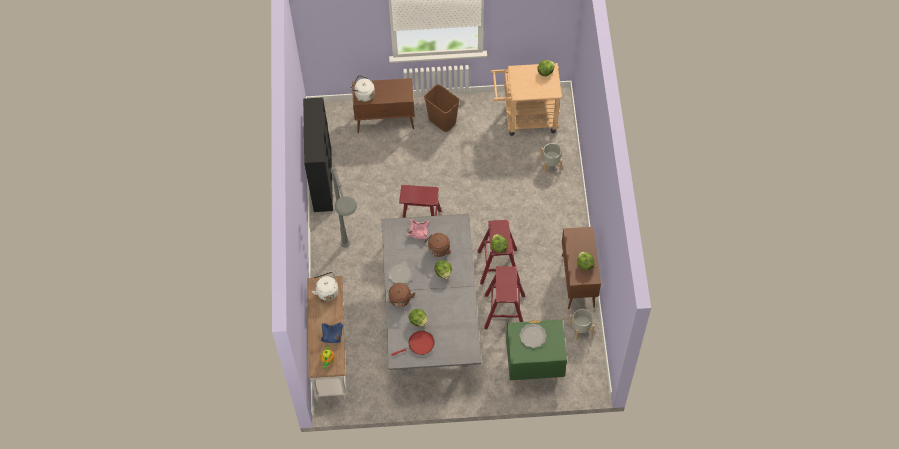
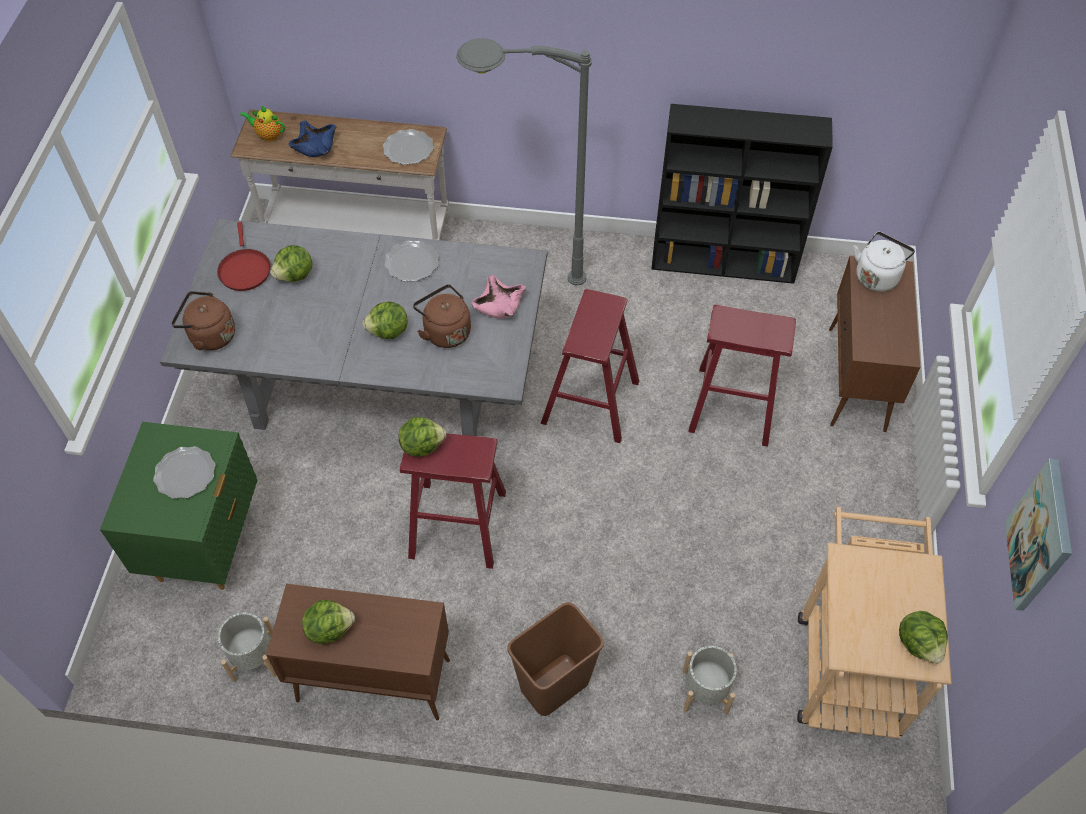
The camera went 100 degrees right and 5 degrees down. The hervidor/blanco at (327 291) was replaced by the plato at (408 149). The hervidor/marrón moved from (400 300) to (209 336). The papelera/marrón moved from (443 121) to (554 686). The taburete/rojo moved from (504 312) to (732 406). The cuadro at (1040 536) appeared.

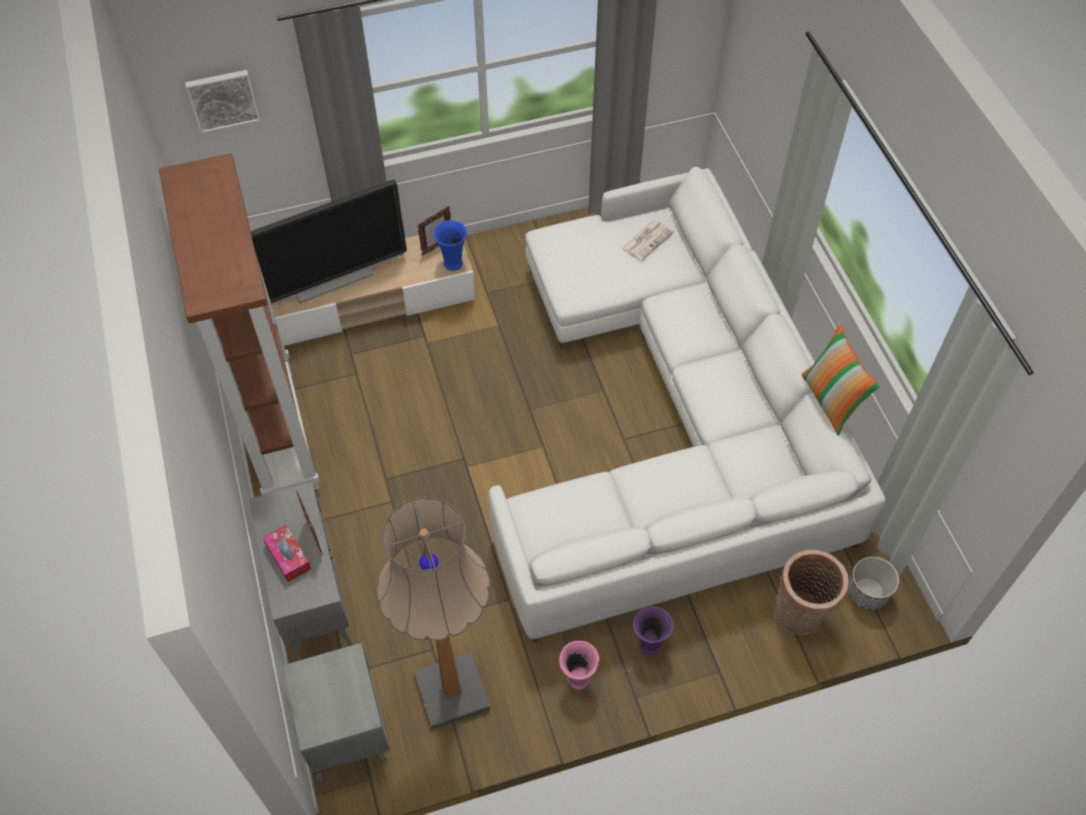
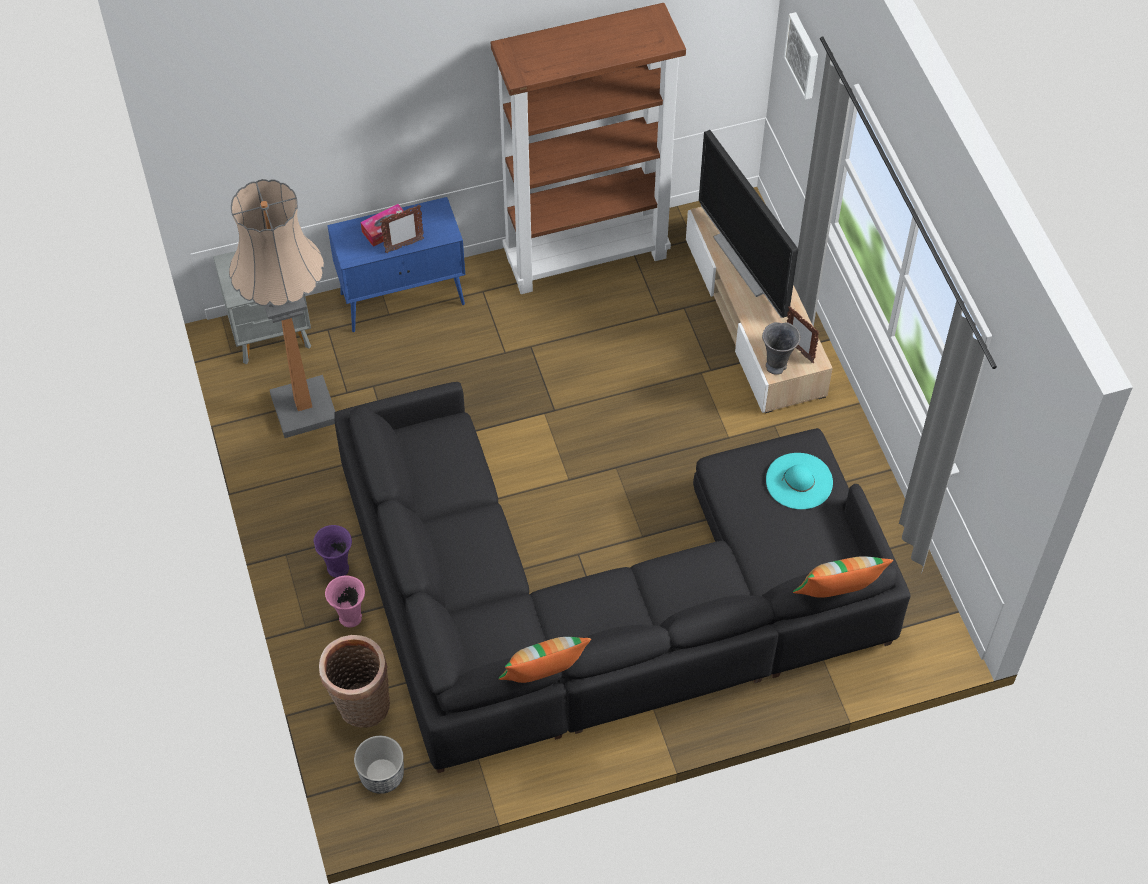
The camera went 90 degrees right and 0 degrees up. The armario/gris at (312 598) became the armario/azul at (403 299). The florero/azul at (453 263) became the florero/gris at (777 366). The sofá/blanco at (674 423) became the sofá/negro at (599 603). The florero/rosa moved from (578 680) to (349 618). The periódico at (647 240) disappeared. The sombrero/turquesa at (799 481) appeared. The cojín at (837 595) appeared.

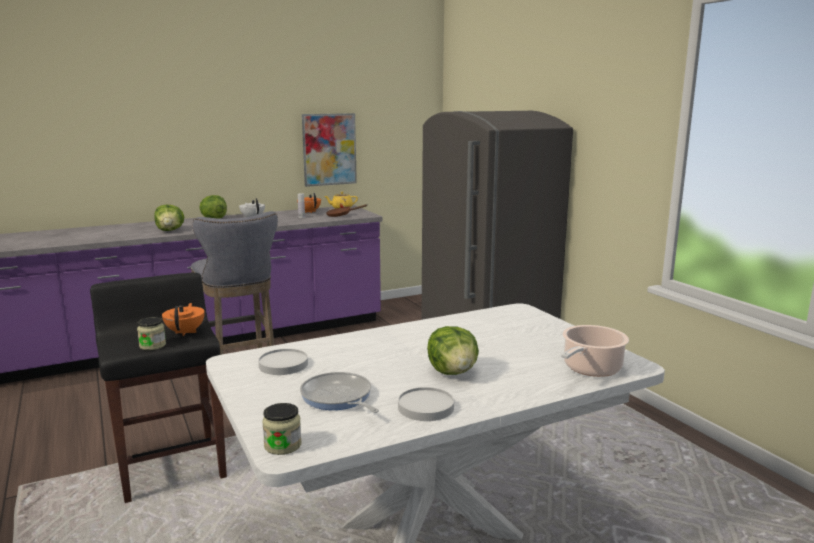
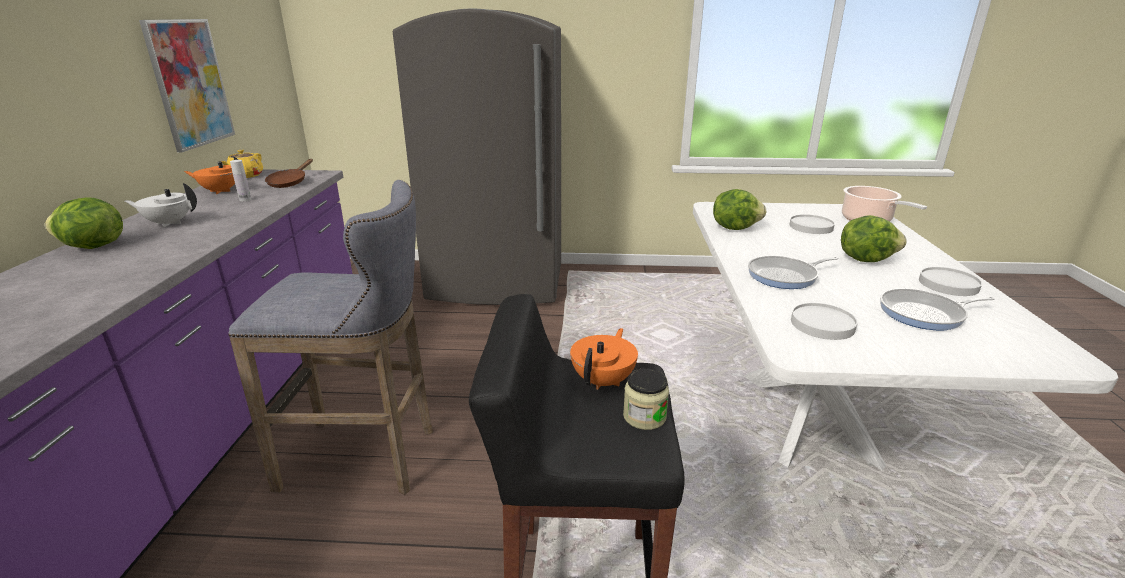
The camera went 60 degrees left and 10 degrees up. The lechuga moved from (170 230) to (734 227). The tetera/naranja at (186 332) turned 90 degrees clockwise. The tarro at (282 445) disappeared. The sartén at (785 276) appeared. The plato/blanco at (811 227) appeared.

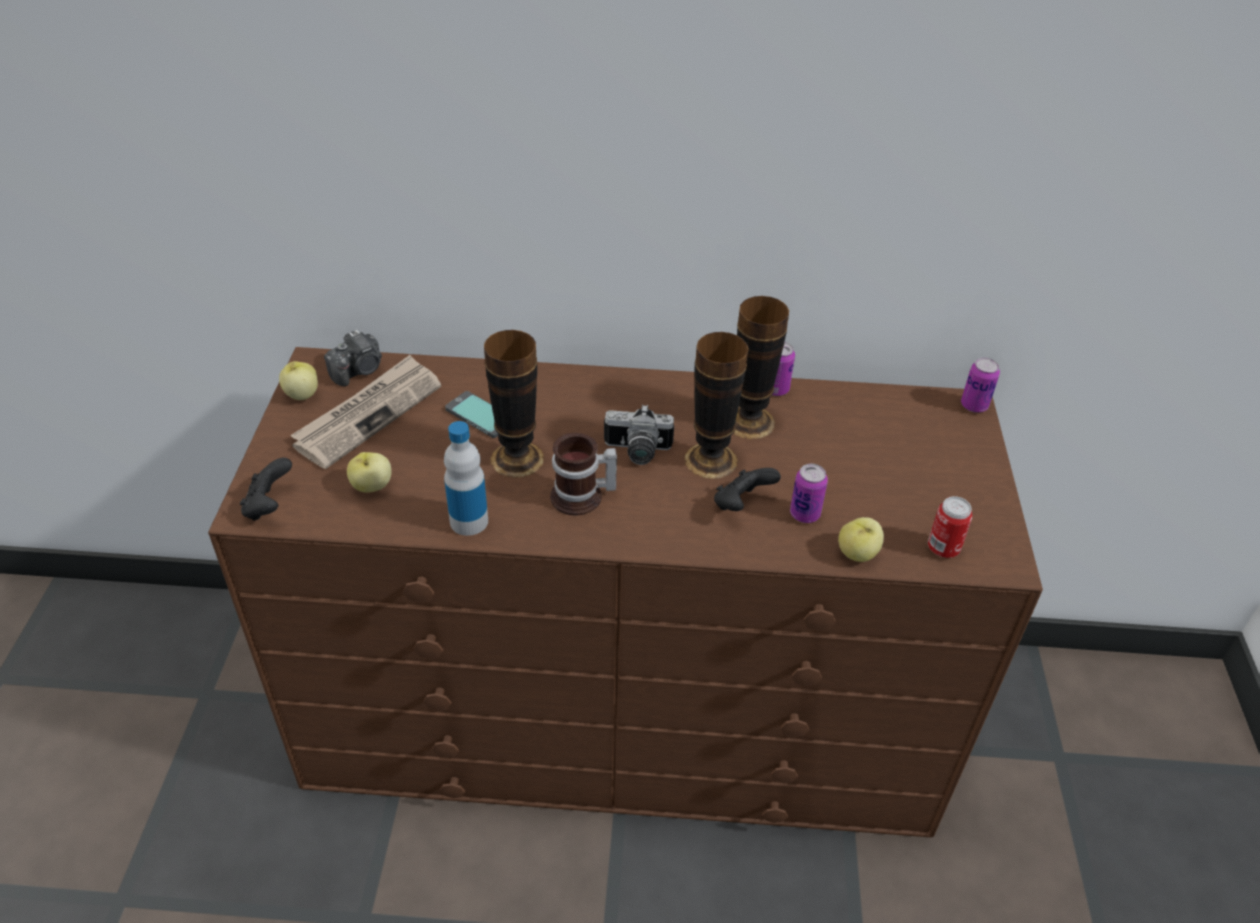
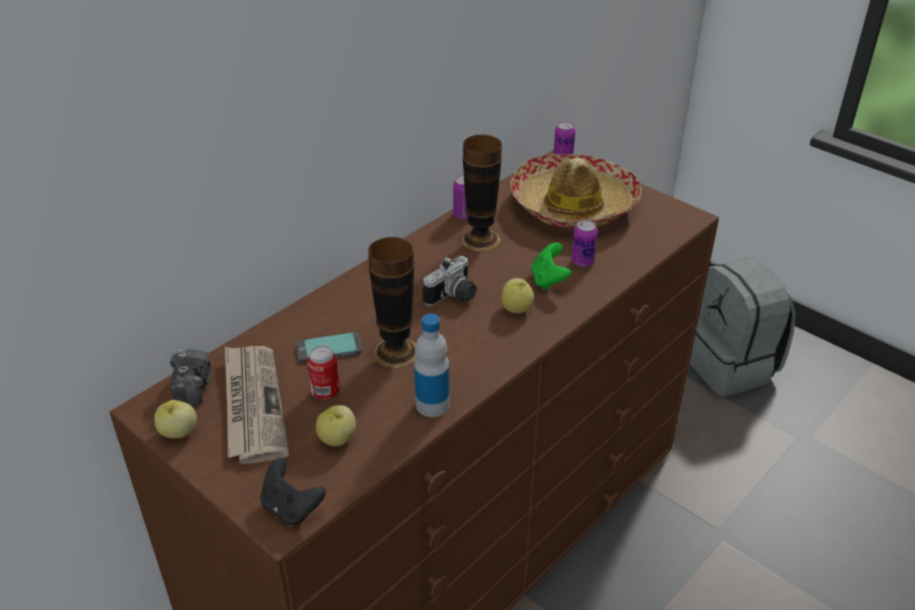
The camera went 50 degrees left and 5 degrees down. The taza grande at (582 498) disappeared. The florero at (711 460) disappeared. The mando de consola/negro at (741 504) became the mando de consola/verde at (548 280). The manzana moved from (858 554) to (517 308). The lata moved from (943 548) to (325 392). The sombrero at (574 204) appeared. The mochila/gris at (730 366) appeared.

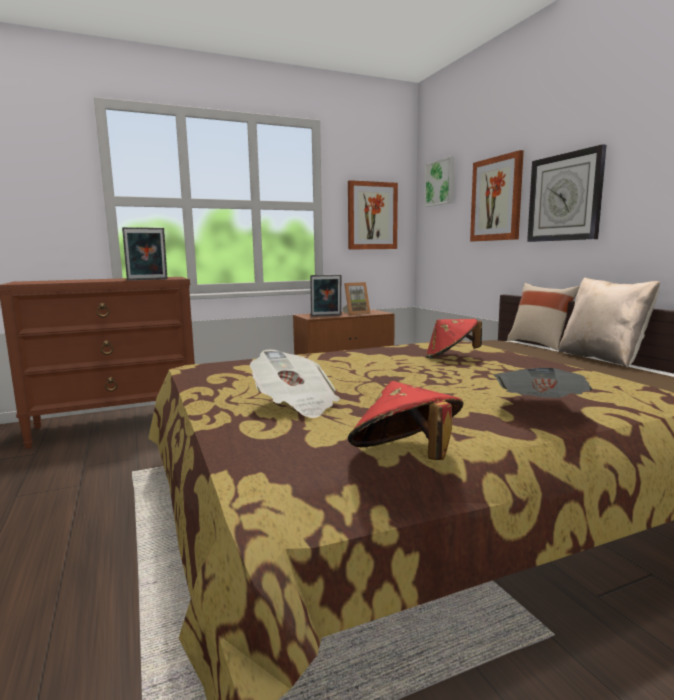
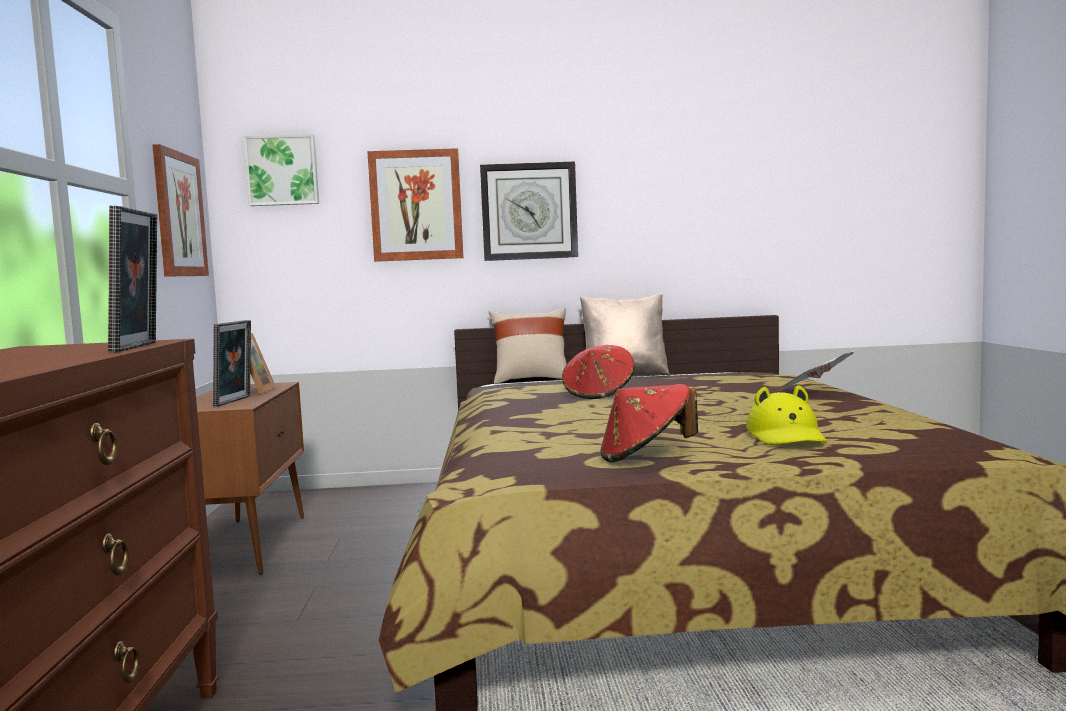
The camera went 70 degrees left and 5 degrees down. The periódico at (296 405) was replaced by the sombrero/amarillo at (787 437). The sombrero/rojo moved from (405 459) to (646 456).

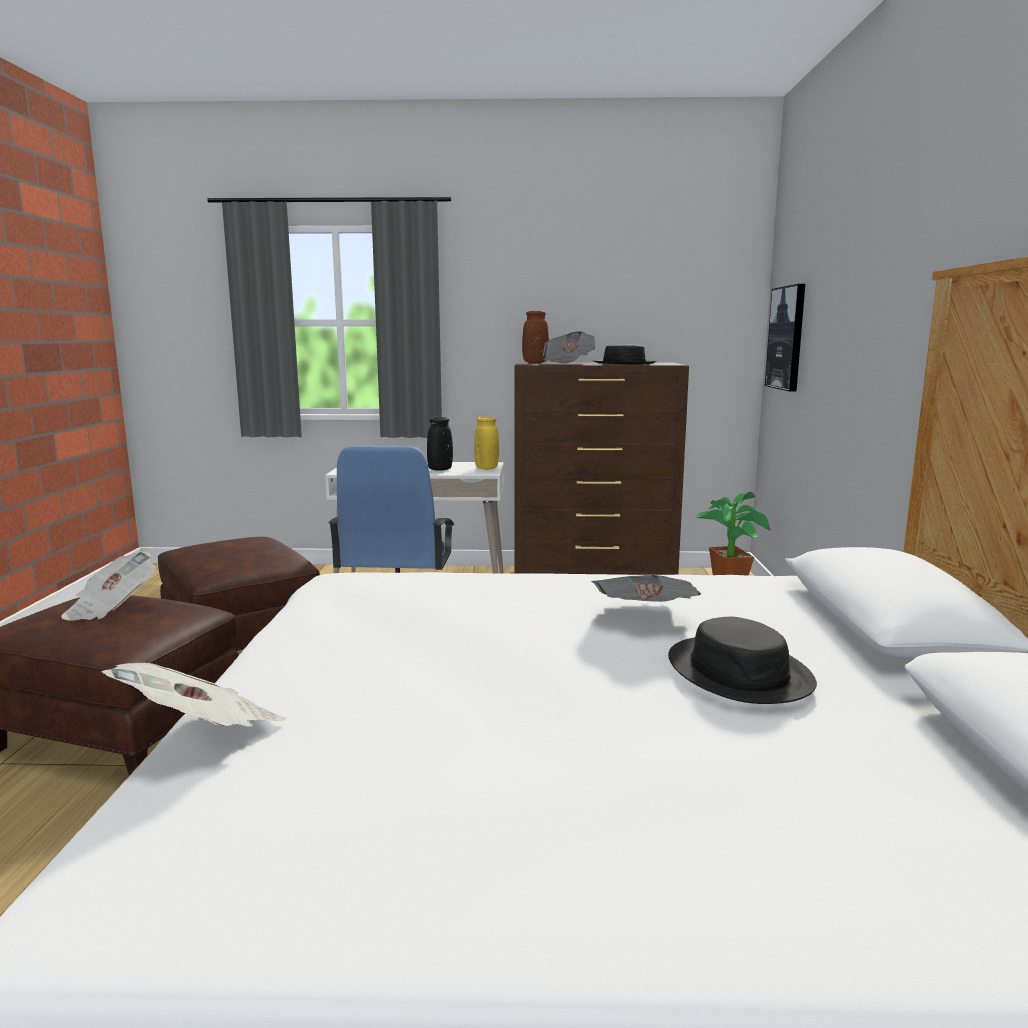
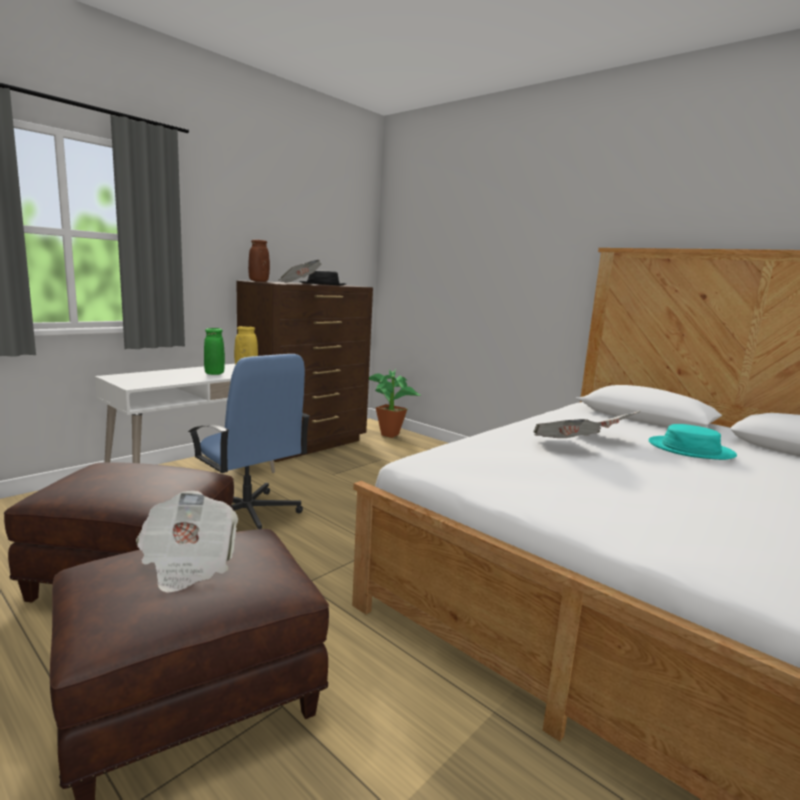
The camera went 50 degrees left and 0 degrees up. The periódico moved from (203 733) to (563 447). The florero/negro at (440 469) became the florero/verde at (214 374). The sombrero/negro at (739 672) became the sombrero/turquesa at (690 449). The cuadro at (787 338) disappeared.

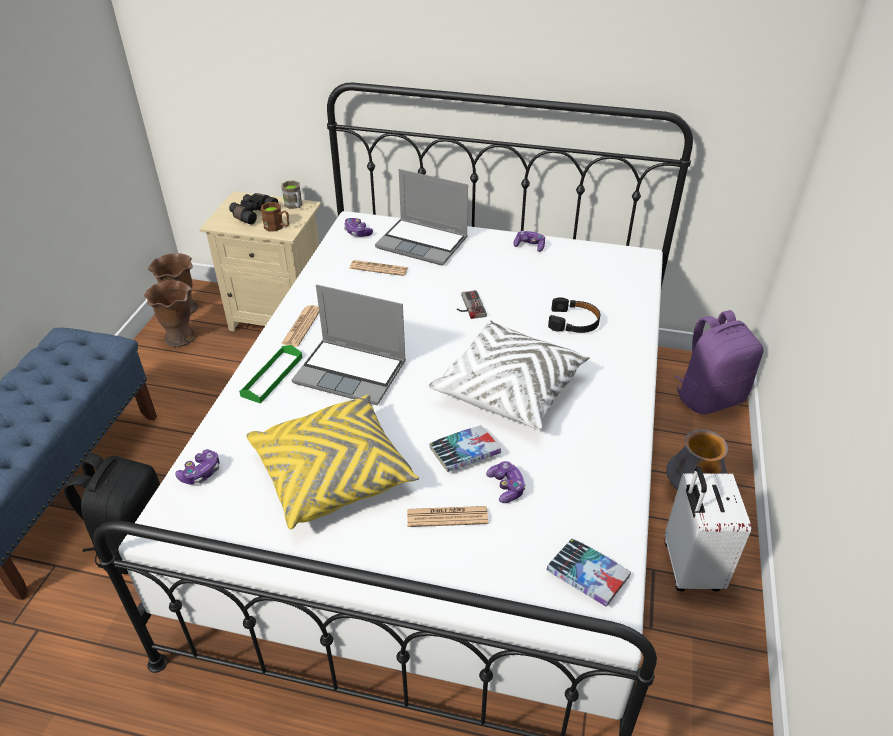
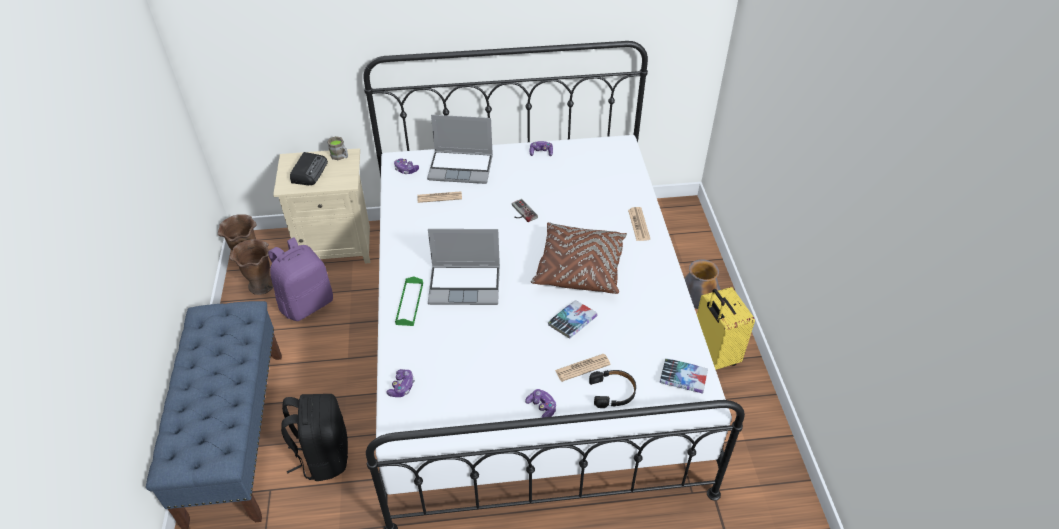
The camera went 20 degrees left and 5 degrees up. The prismáticos/negro at (252 213) was replaced by the radio at (309 171). The cojín/amarillo at (333 473) disappeared. The taza grande/marrón at (277 227) disappeared. The periódico moved from (301 326) to (638 224). The cojín/blanco at (509 388) became the cojín/marrón at (579 268). The mando de consola moved from (506 487) to (542 407). The auriculares/negro moved from (574 322) to (613 392). The maleta/blanco at (689 567) became the maleta/amarillo at (713 355). The mochila/morado moved from (709 397) to (307 303).

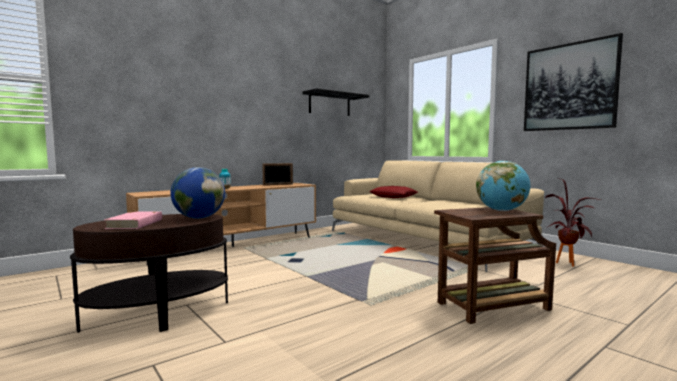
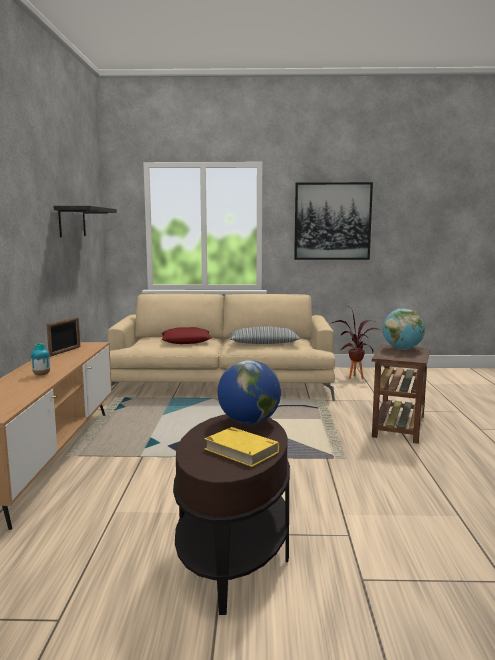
The camera went 50 degrees left and 5 degrees up. The libro/rosa at (135 224) became the libro/amarillo at (241 450). The cojín at (264 343) appeared.

